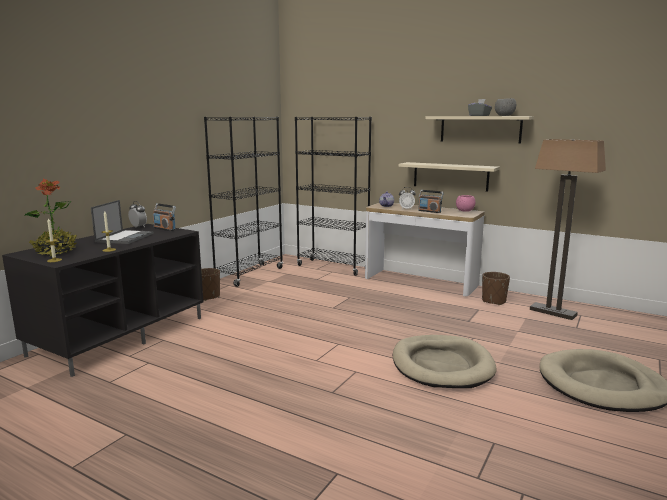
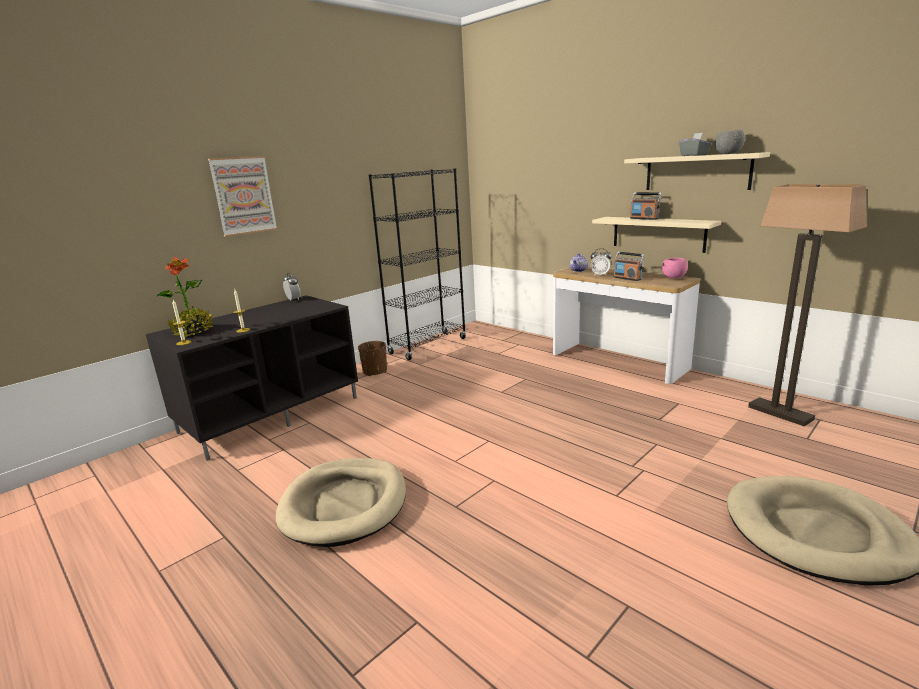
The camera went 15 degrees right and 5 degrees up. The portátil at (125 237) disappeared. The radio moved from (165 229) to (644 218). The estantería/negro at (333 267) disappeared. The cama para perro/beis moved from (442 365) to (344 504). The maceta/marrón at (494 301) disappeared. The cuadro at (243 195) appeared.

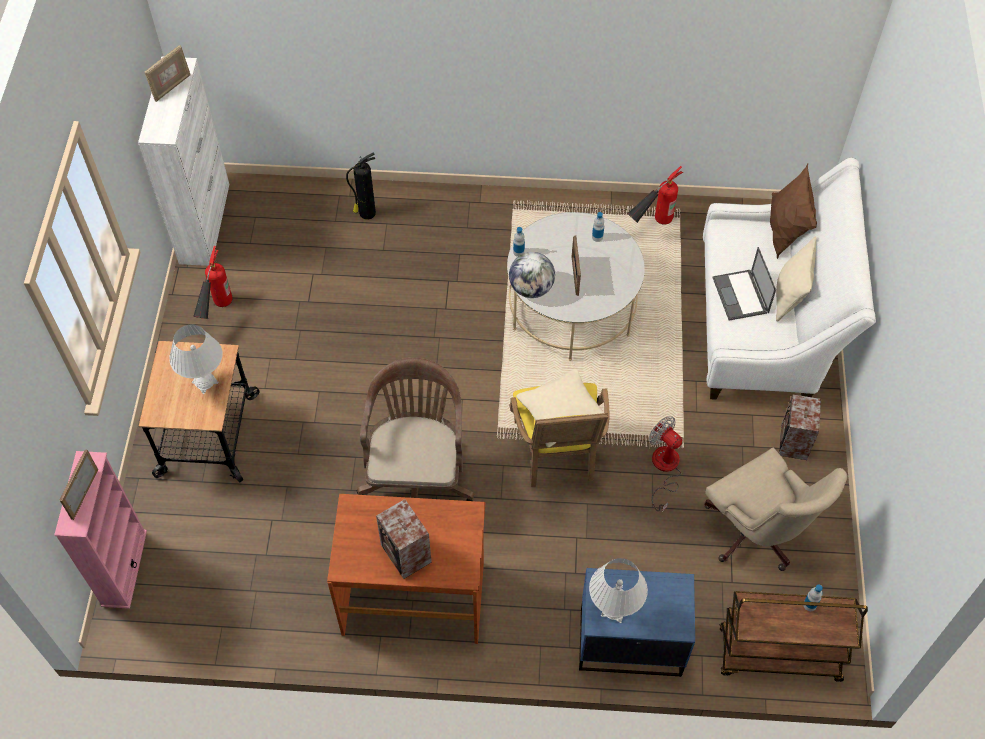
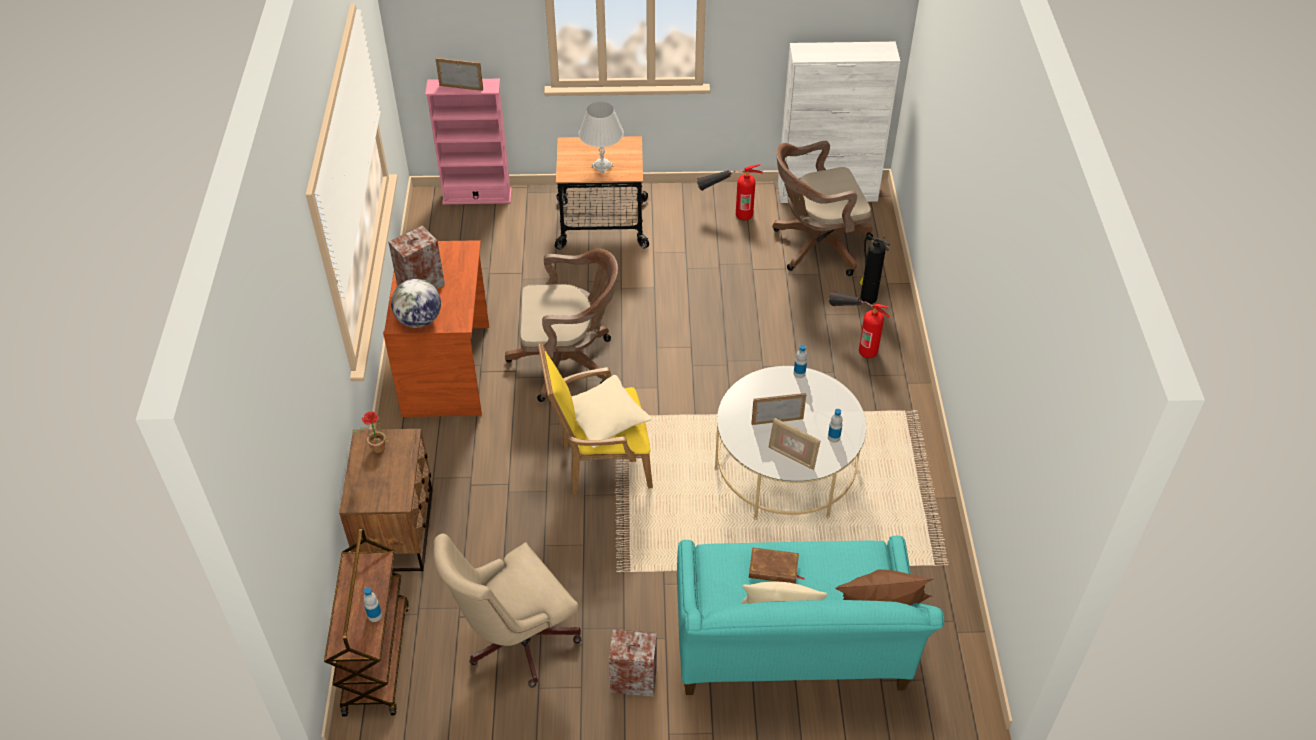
The camera went 85 degrees right and 10 degrees down. The portarretratos moved from (171 87) to (792 457). The globo terráqueo moved from (531 288) to (419 320). The mesita de noche/azul at (629 641) became the mesita de noche/marrón at (398 530). The lámpara de mesa/blanco at (614 610) was replaced by the planta en maceta at (376 450). The extintor moved from (651 226) to (854 342). The ventilador at (664 469) disappeared. The sofá/blanco at (765 326) became the sofá/turquesa at (791 654). The portátil at (741 296) was replaced by the libro/marrón at (773 568). The silla de oficina/marrón at (816 246) appeared.

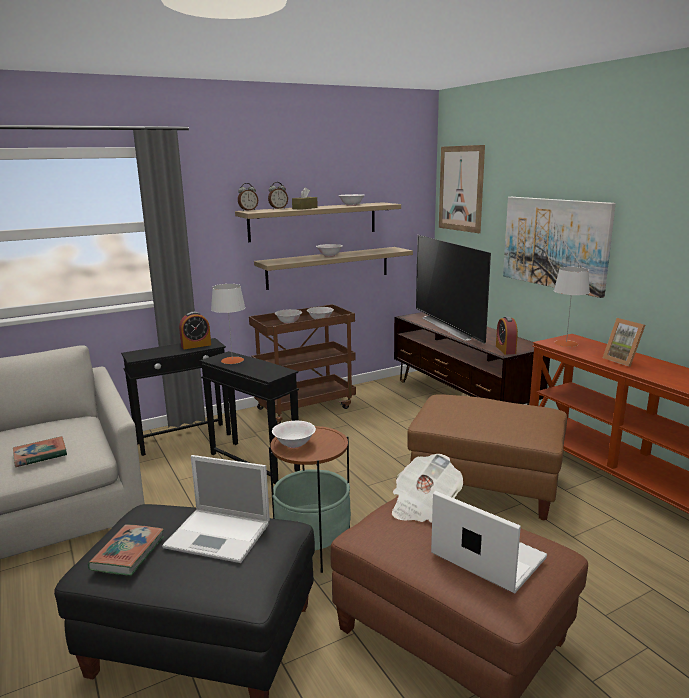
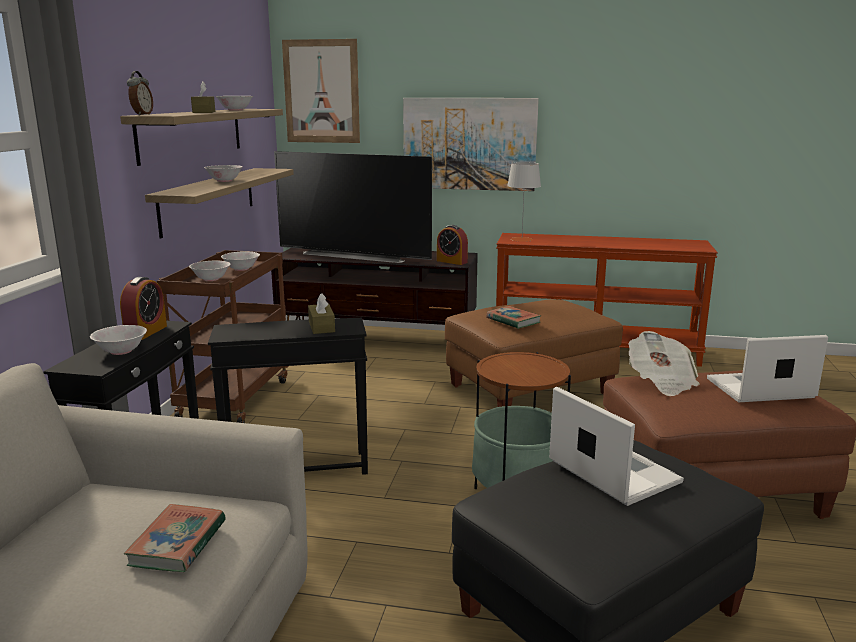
The camera went 50 degrees left and 0 degrees up. The libro moved from (128 553) to (513 320). The portátil at (220 535) turned 90 degrees counterclockwise. The lámpara de mesa/gris at (232 360) disappeared. The despertador at (278 208) disappeared. The cuenco/blanco moved from (294 444) to (121 351). The portarretratos at (623 360) disappeared. The caja de pañuelos/marrón at (321 327) appeared.

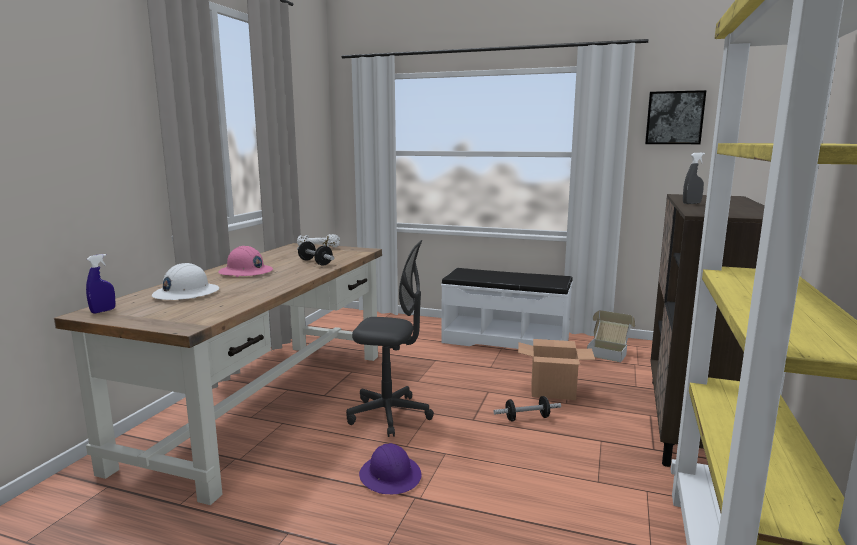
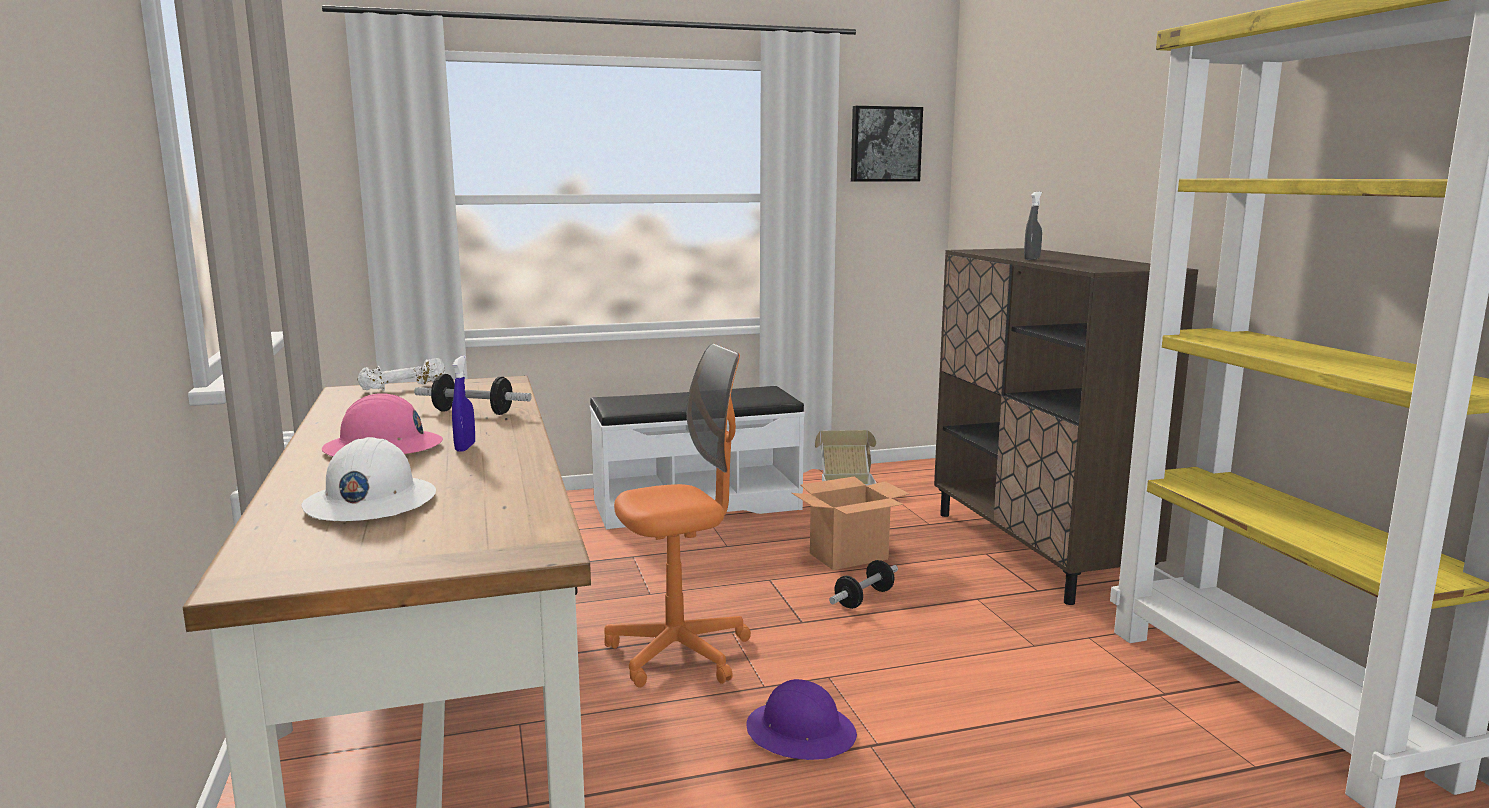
The camera went 35 degrees left and 0 degrees up. The pulverizador/azul moved from (103 311) to (465 447). The silla de oficina/gris at (389 415) became the silla de oficina/naranja at (679 654).

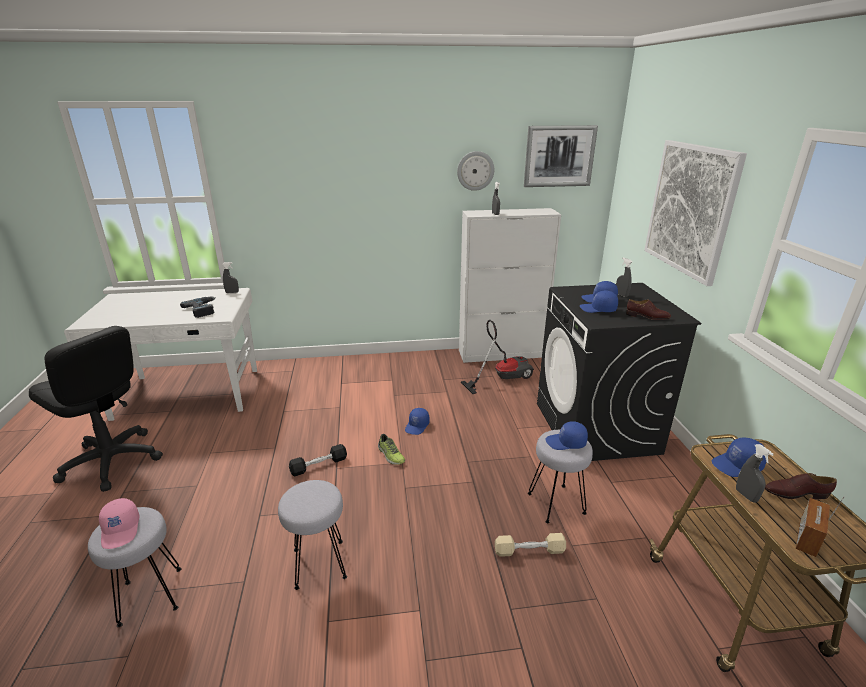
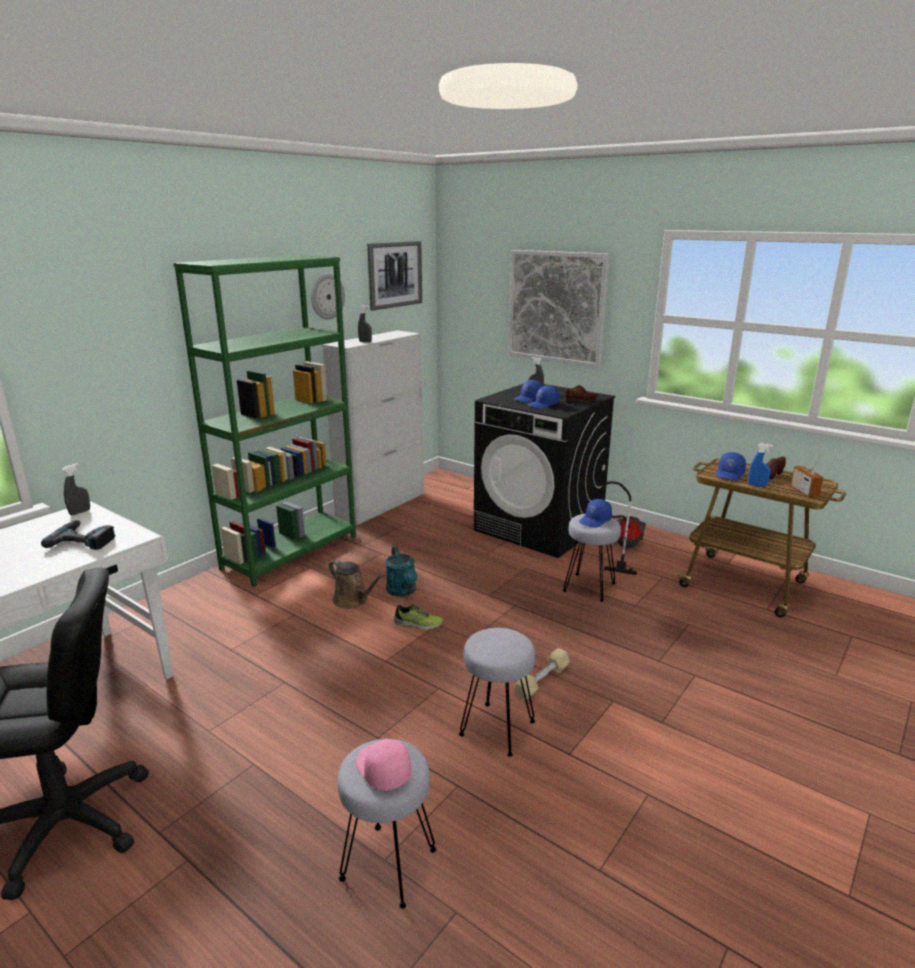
The camera went 45 degrees left and 5 degrees down. The gorra/rosa at (121 530) turned 150 degrees counterclockwise. The mancuerna/negro at (319 465) disappeared. The gorra/azul at (417 426) was replaced by the regadera/turquesa at (403 592). The aspiradora moved from (501 377) to (622 547). The mancuerna/beis moved from (529 551) to (542 681). The pulverizador/gris at (746 495) became the pulverizador/azul at (757 485). The estantería/verde at (291 552) appeared. The regadera/marrón at (353 600) appeared.

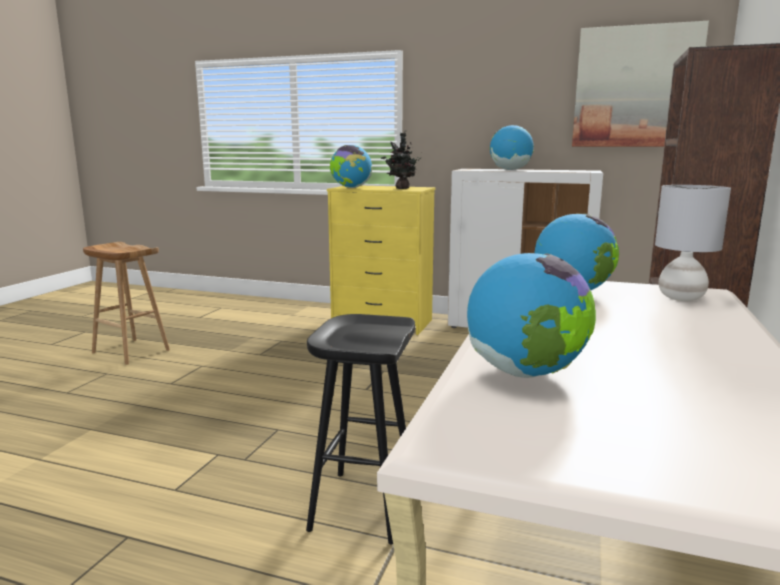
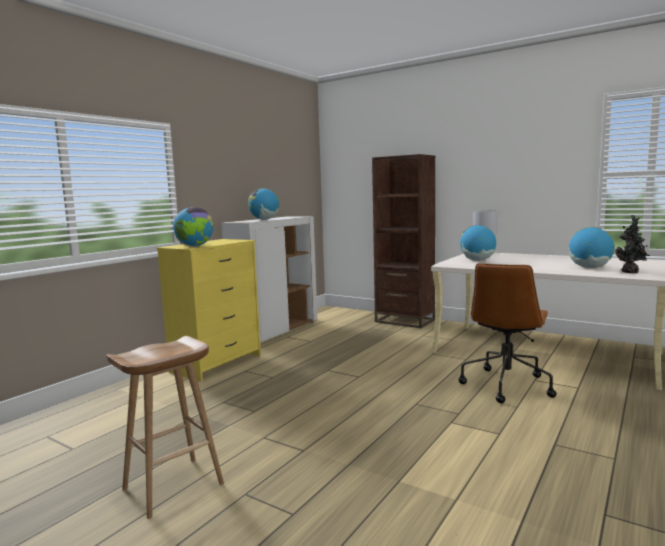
The camera went 75 degrees left and 5 degrees down. The taburete/negro at (362 504) was replaced by the silla de oficina/marrón at (506 385). The planta en maceta moved from (401 188) to (631 272). The cuadro at (636 87) disappeared.

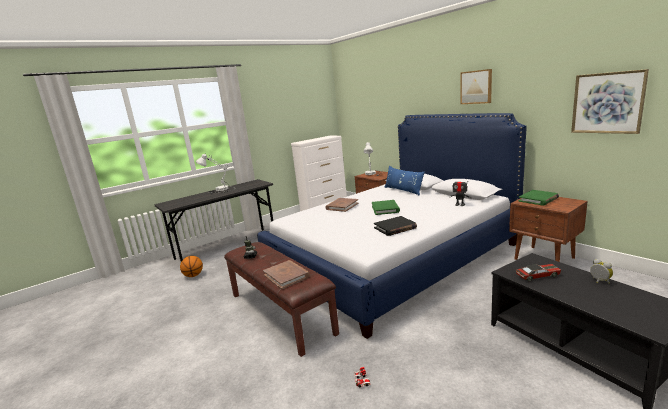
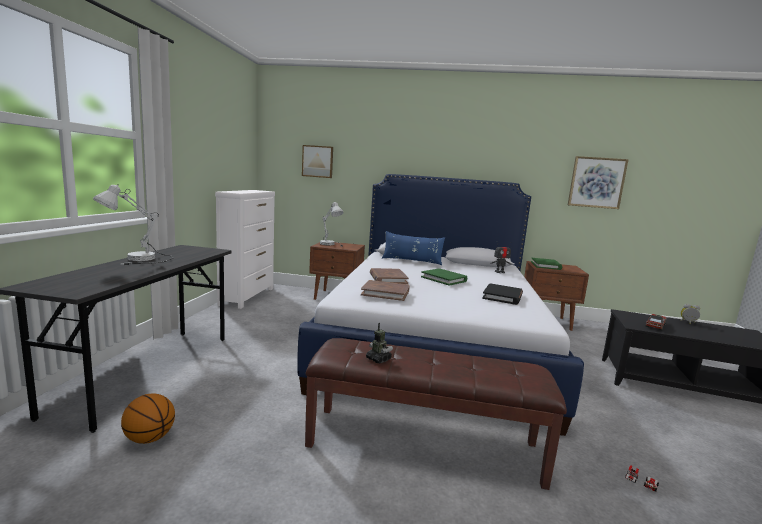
The camera went 45 degrees left and 5 degrees down. The libro/marrón moved from (286 276) to (385 293). The cuadro moved from (476 87) to (318 161).

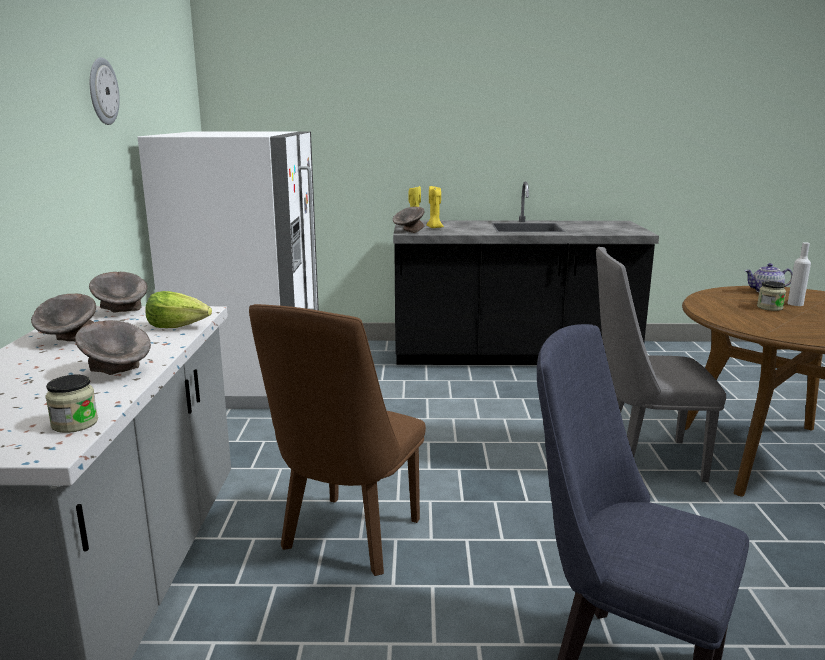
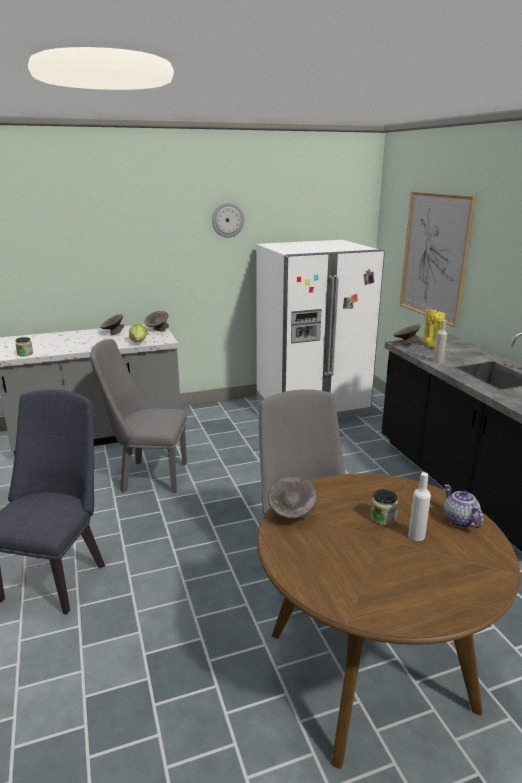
The camera went 70 degrees right and 5 degrees up. The cuenco/gris moved from (118 372) to (292 516). The silla/marrón at (347 541) became the silla/gris at (148 476). The cuadro at (434 256) appeared. The botella/beis at (438 361) appeared.

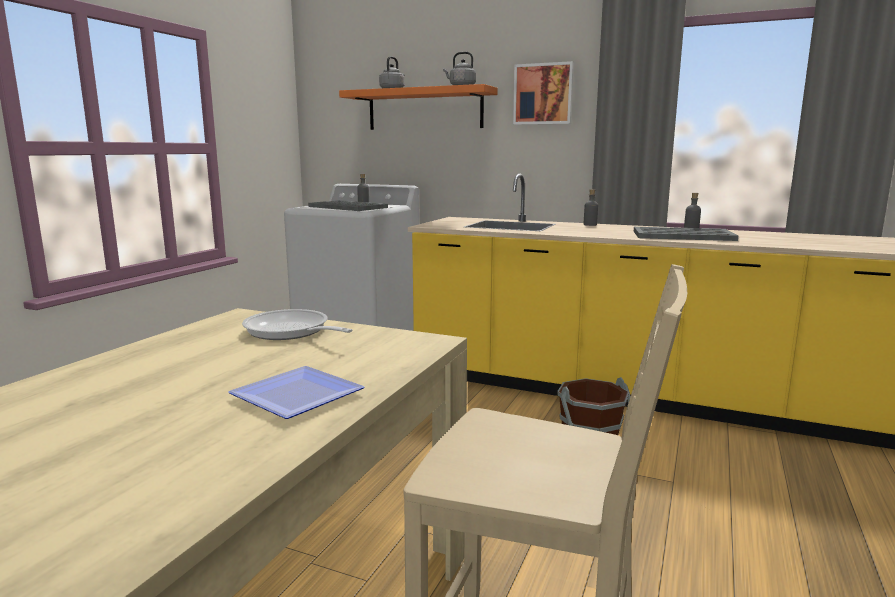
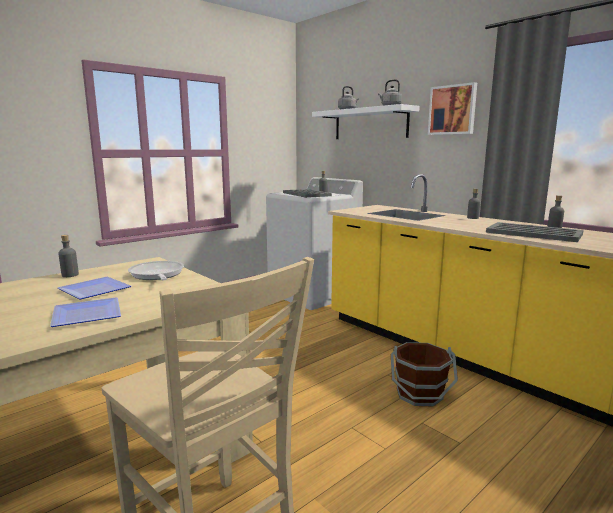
The camera went 25 degrees right and 0 degrees up. The estante/naranja at (424 109) became the estante/blanco at (370 124). The botella/gris at (70 275) appeared. The plato at (94 291) appeared.

